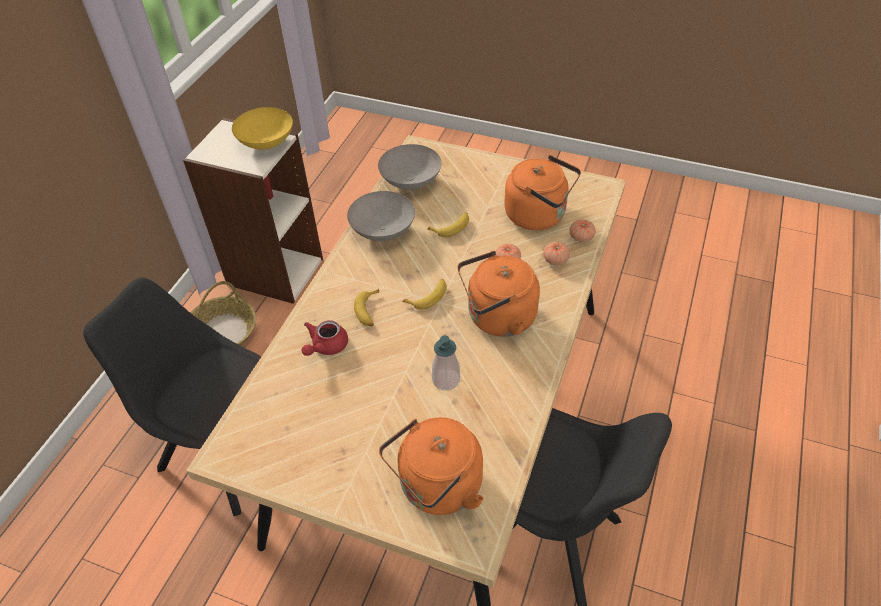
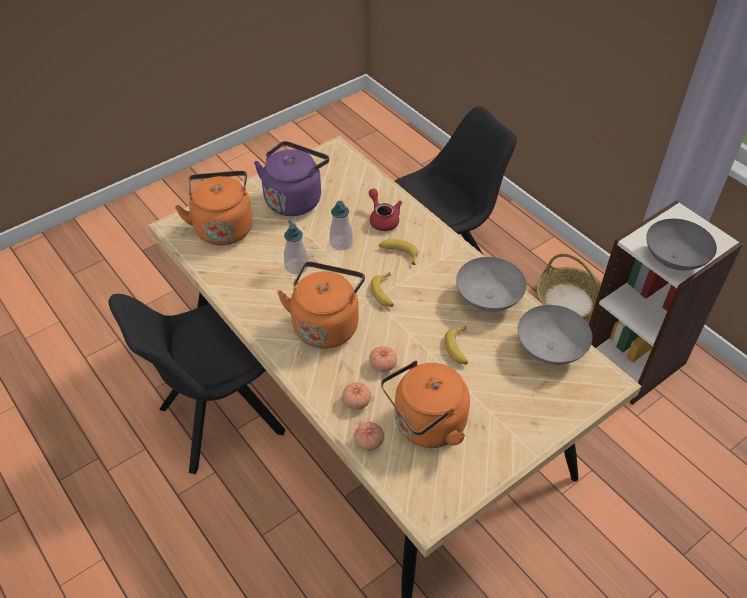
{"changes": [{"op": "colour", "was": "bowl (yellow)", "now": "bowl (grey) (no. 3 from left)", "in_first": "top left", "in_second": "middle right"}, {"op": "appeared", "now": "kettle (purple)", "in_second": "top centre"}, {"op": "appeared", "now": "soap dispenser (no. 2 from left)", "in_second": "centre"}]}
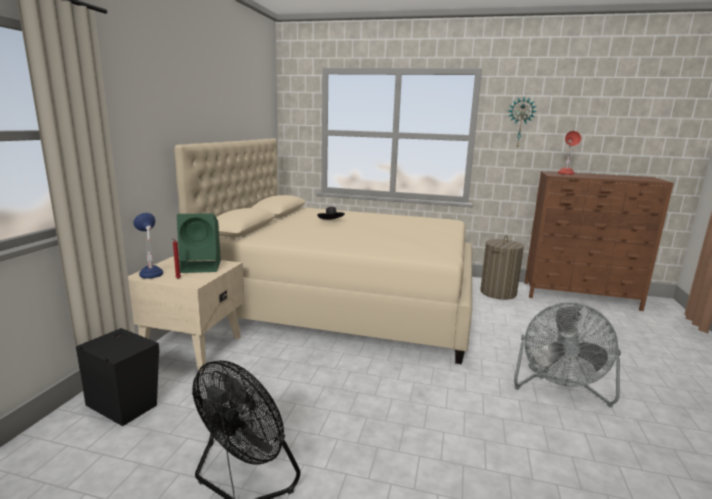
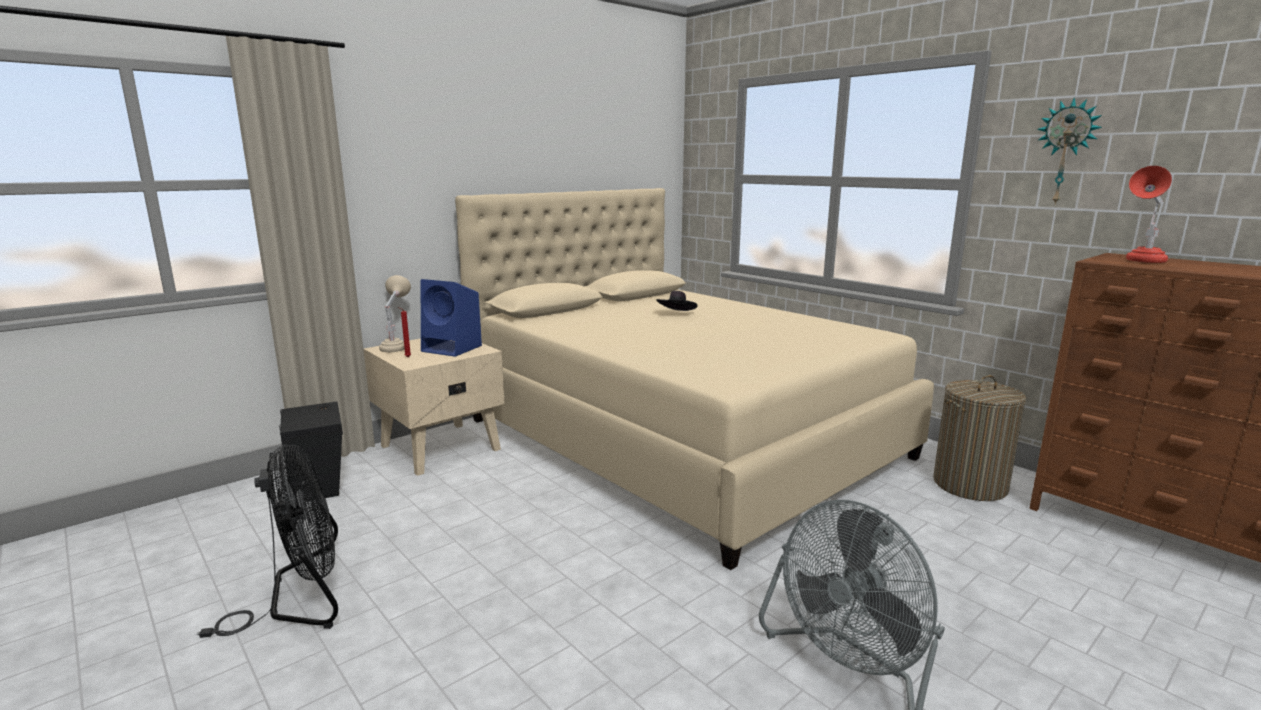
{"changes": [{"op": "colour", "was": "table lamp (blue)", "now": "table lamp (beige)", "in_first": "middle left", "in_second": "middle left"}, {"op": "colour", "was": "speaker (green)", "now": "speaker (blue)", "in_first": "middle left", "in_second": "centre"}]}
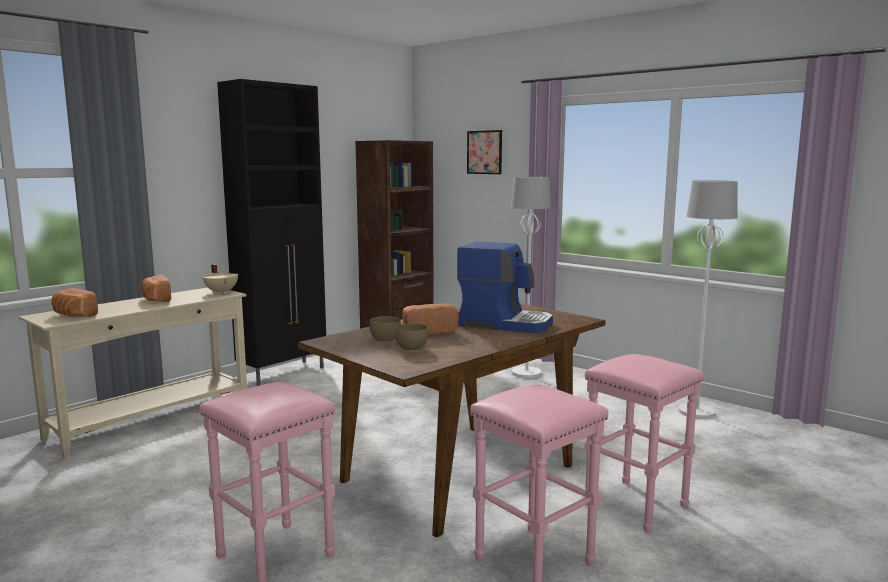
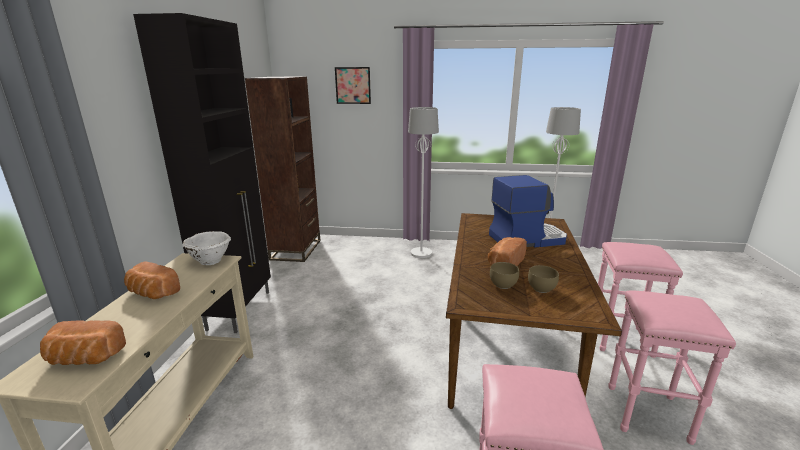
{"changes": [{"op": "exchanged", "was": "cooking pot (beige)", "now": "bowl (white)", "in_first": "middle left", "in_second": "middle left"}]}
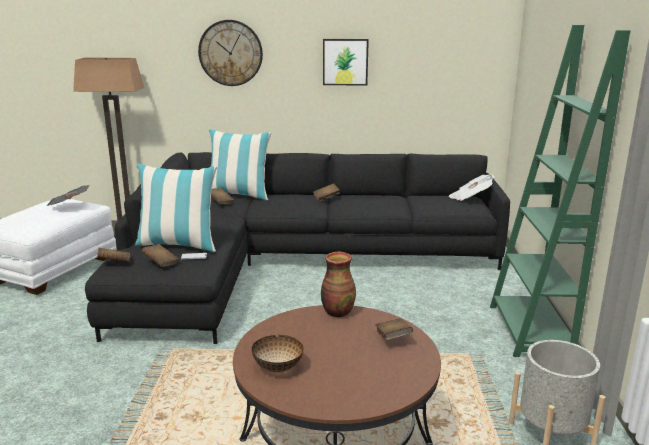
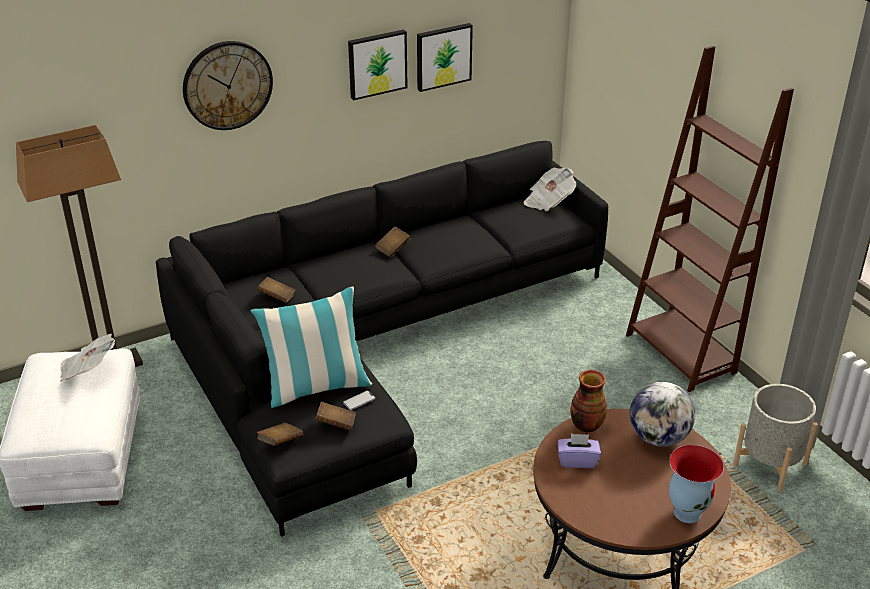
{"changes": [{"op": "colour", "was": "bookcase (green)", "now": "bookcase (brown)", "in_first": "middle right", "in_second": "middle right"}, {"op": "missing", "was": "pillow (no. 2 from left)", "in_first": "centre"}, {"op": "exchanged", "was": "book (brown) (no. 5 from left)", "now": "globe", "in_first": "bottom centre", "in_second": "bottom right"}, {"op": "missing", "was": "bowl", "in_first": "bottom centre"}, {"op": "appeared", "now": "picture (no. 2 from left)", "in_second": "top centre"}, {"op": "appeared", "now": "tissue box (purple)", "in_second": "bottom centre"}, {"op": "appeared", "now": "vase (no. 2 from left)", "in_second": "bottom right"}]}
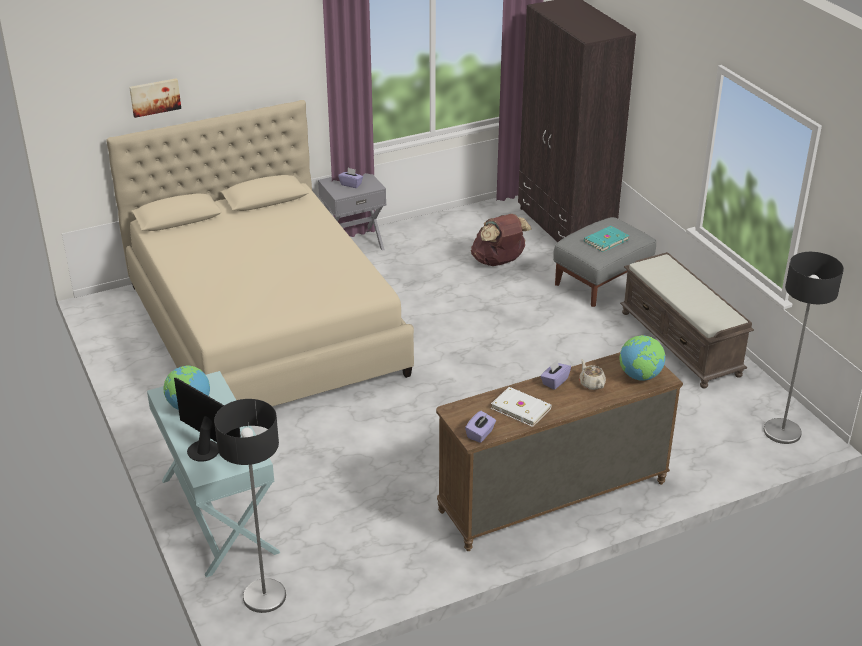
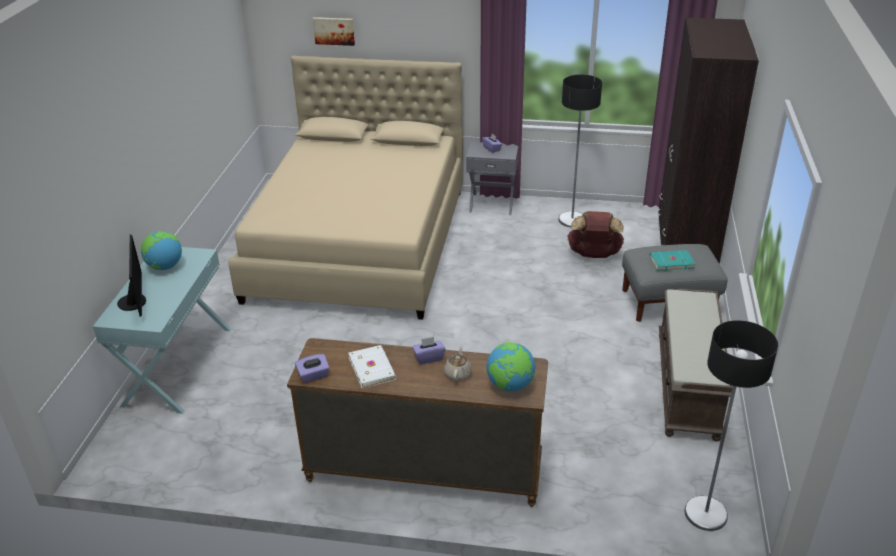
{"changes": [{"op": "relocated", "was": "floor lamp (no. 1 from left)", "in_first": "bottom left", "in_second": "top centre"}]}
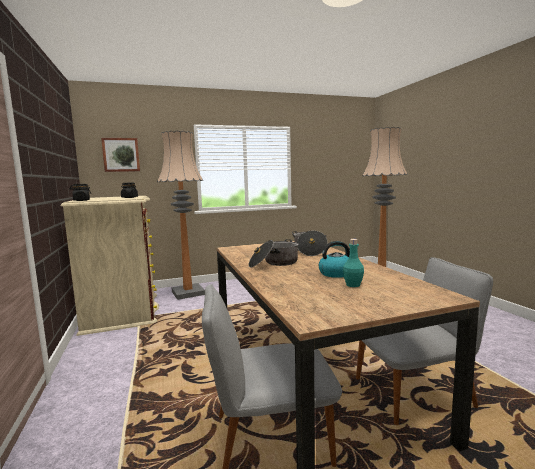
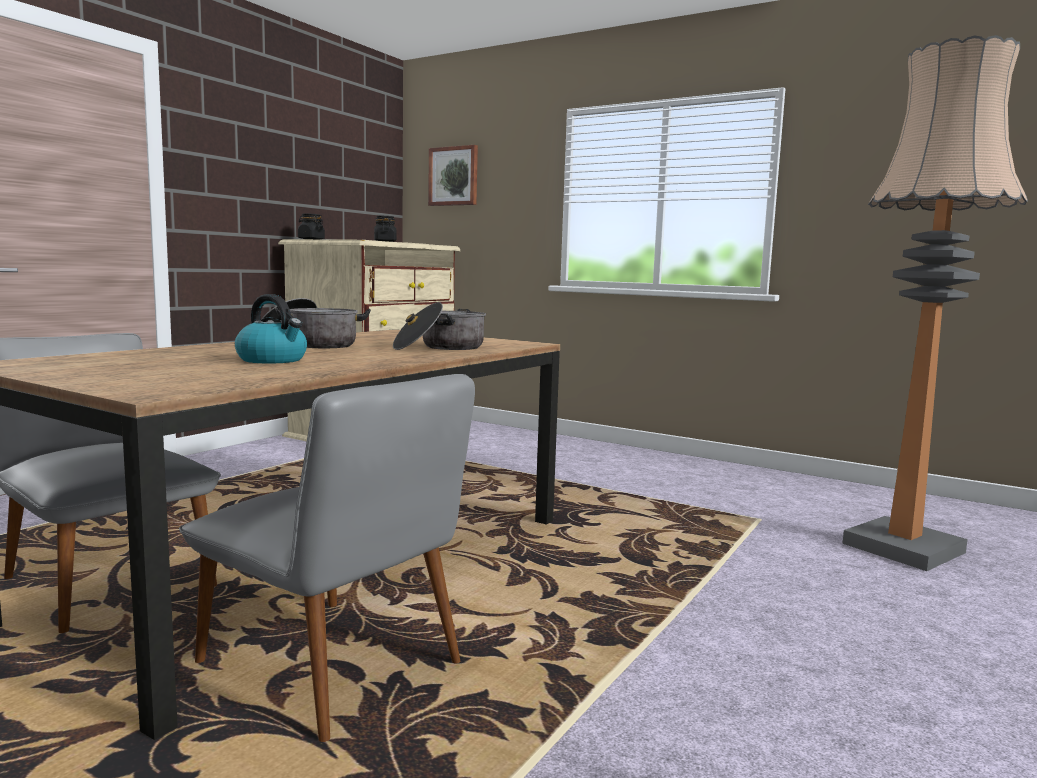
{"changes": [{"op": "missing", "was": "floor lamp (no. 1 from left)", "in_first": "centre"}, {"op": "missing", "was": "bottle (turquoise)", "in_first": "centre"}]}
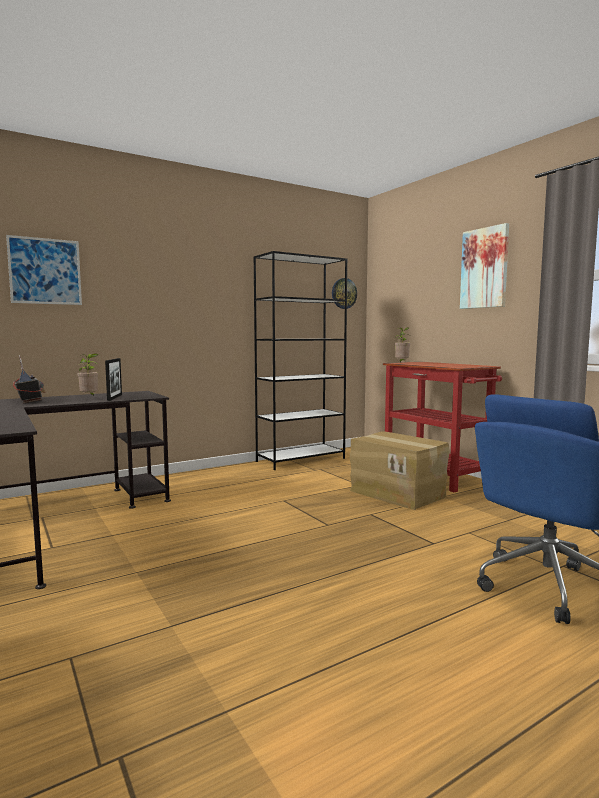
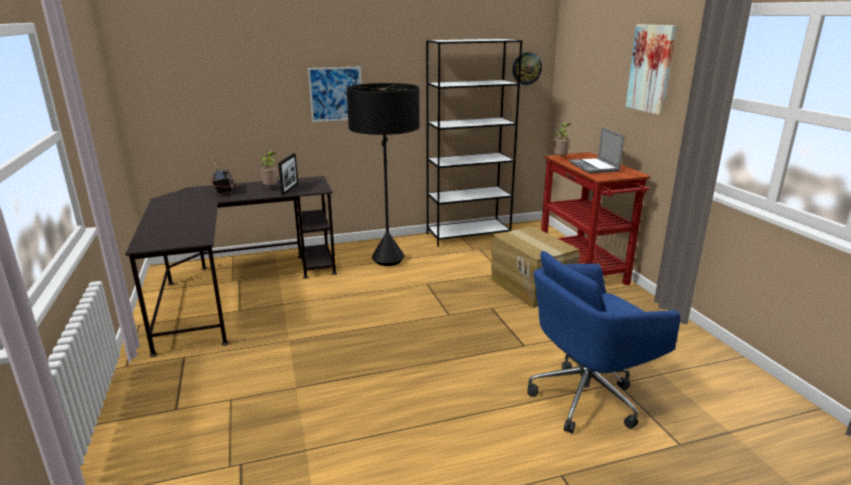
{"changes": [{"op": "relocated", "was": "picture (no. 1 from left)", "in_first": "middle left", "in_second": "top centre"}, {"op": "appeared", "now": "floor lamp (black)", "in_second": "centre"}, {"op": "appeared", "now": "laptop", "in_second": "top right"}]}
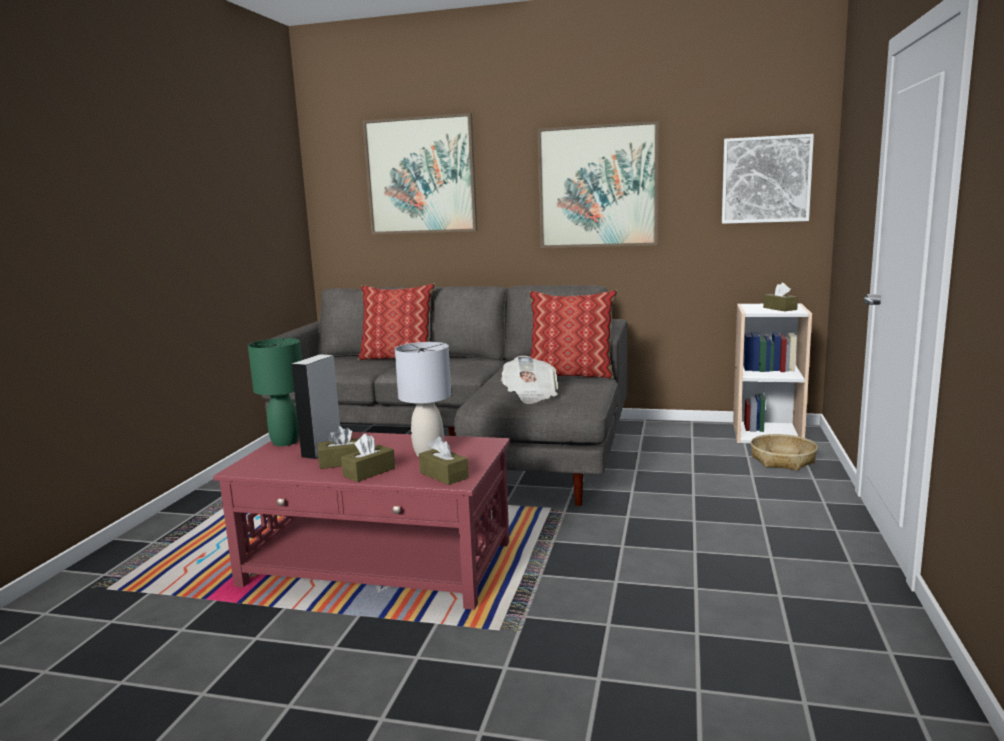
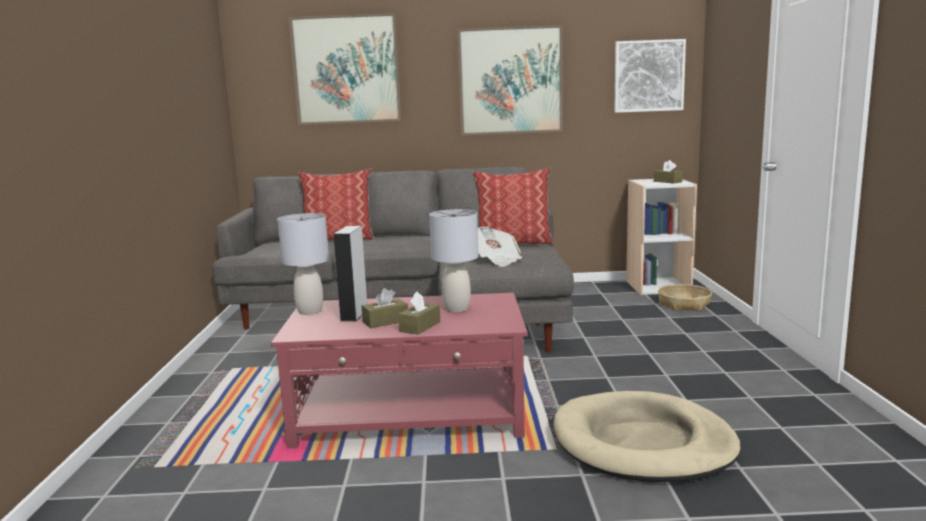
{"changes": [{"op": "colour", "was": "table lamp (green)", "now": "table lamp (grey) (no. 1 from left)", "in_first": "middle left", "in_second": "middle left"}, {"op": "missing", "was": "tissue box (brown) (no. 3 from left)", "in_first": "centre"}, {"op": "appeared", "now": "dog bed (beige)", "in_second": "bottom right"}]}
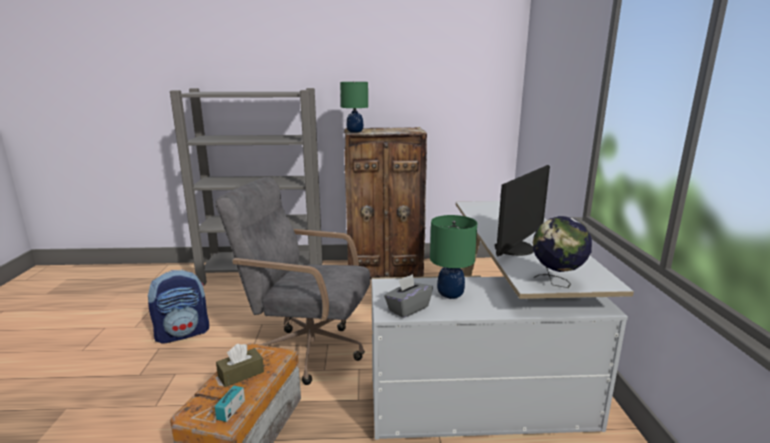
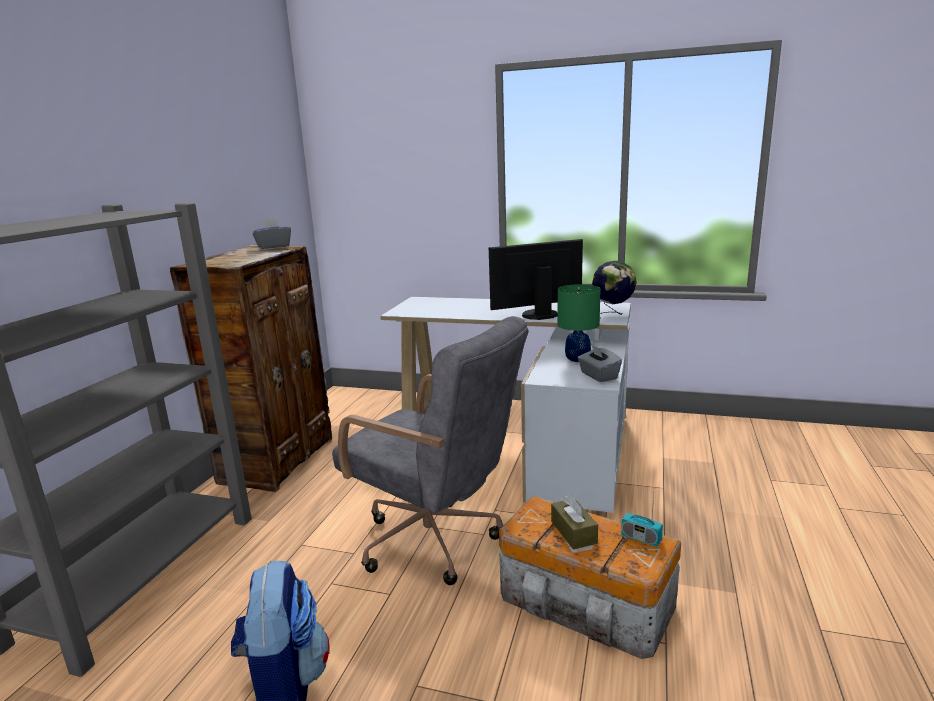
{"changes": [{"op": "missing", "was": "table lamp (green) (no. 1 from left)", "in_first": "top centre"}, {"op": "spun", "was": "monitor", "in_first": "middle right", "in_second": "centre", "clockwise": -75}, {"op": "spun", "was": "office chair (grey)", "in_first": "centre", "in_second": "centre", "clockwise": -90}, {"op": "appeared", "now": "tissue box (grey) (no. 1 from left)", "in_second": "top left"}]}
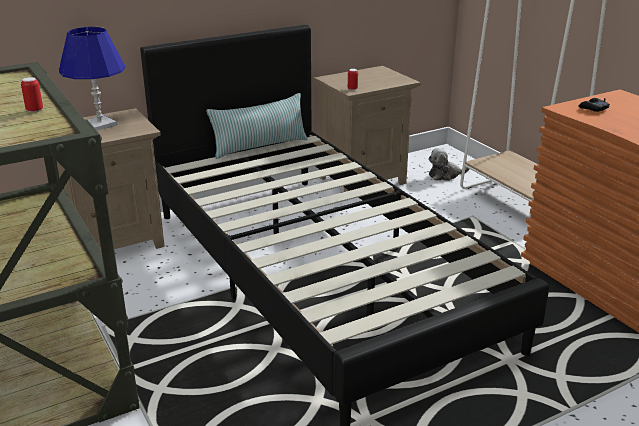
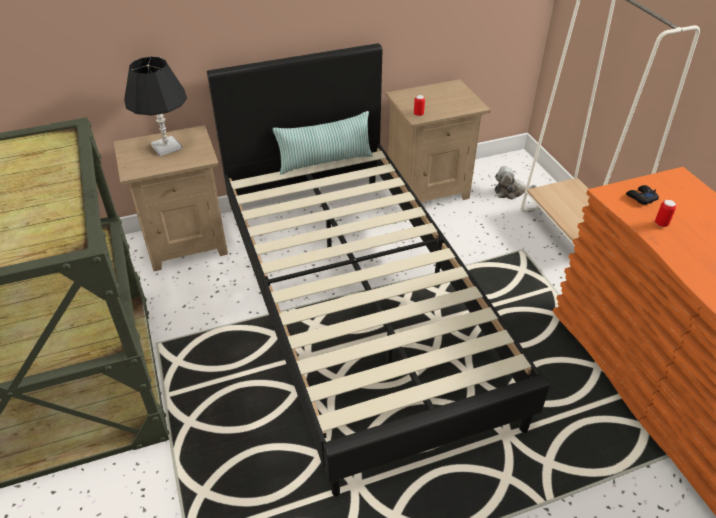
{"changes": [{"op": "colour", "was": "table lamp (blue)", "now": "table lamp (black)", "in_first": "top left", "in_second": "top left"}, {"op": "relocated", "was": "can (no. 1 from left in the first image)", "now": "can (no. 2 from left)", "in_first": "top left", "in_second": "middle right"}]}
